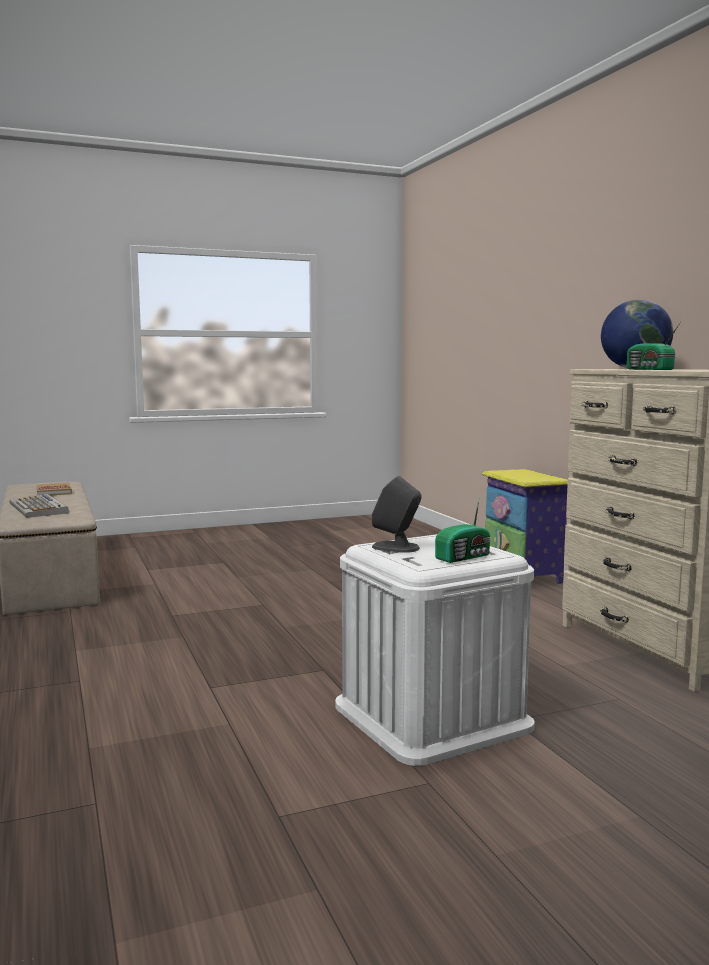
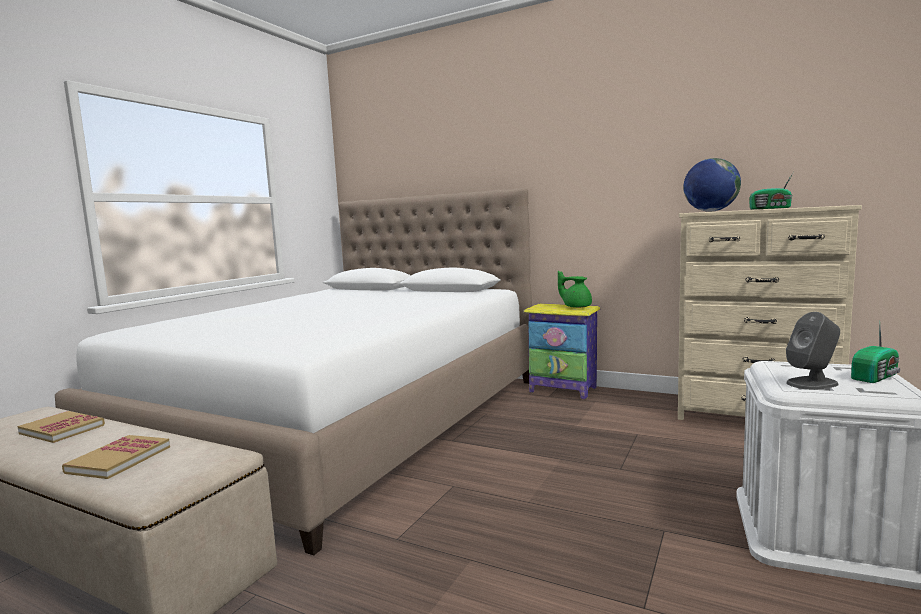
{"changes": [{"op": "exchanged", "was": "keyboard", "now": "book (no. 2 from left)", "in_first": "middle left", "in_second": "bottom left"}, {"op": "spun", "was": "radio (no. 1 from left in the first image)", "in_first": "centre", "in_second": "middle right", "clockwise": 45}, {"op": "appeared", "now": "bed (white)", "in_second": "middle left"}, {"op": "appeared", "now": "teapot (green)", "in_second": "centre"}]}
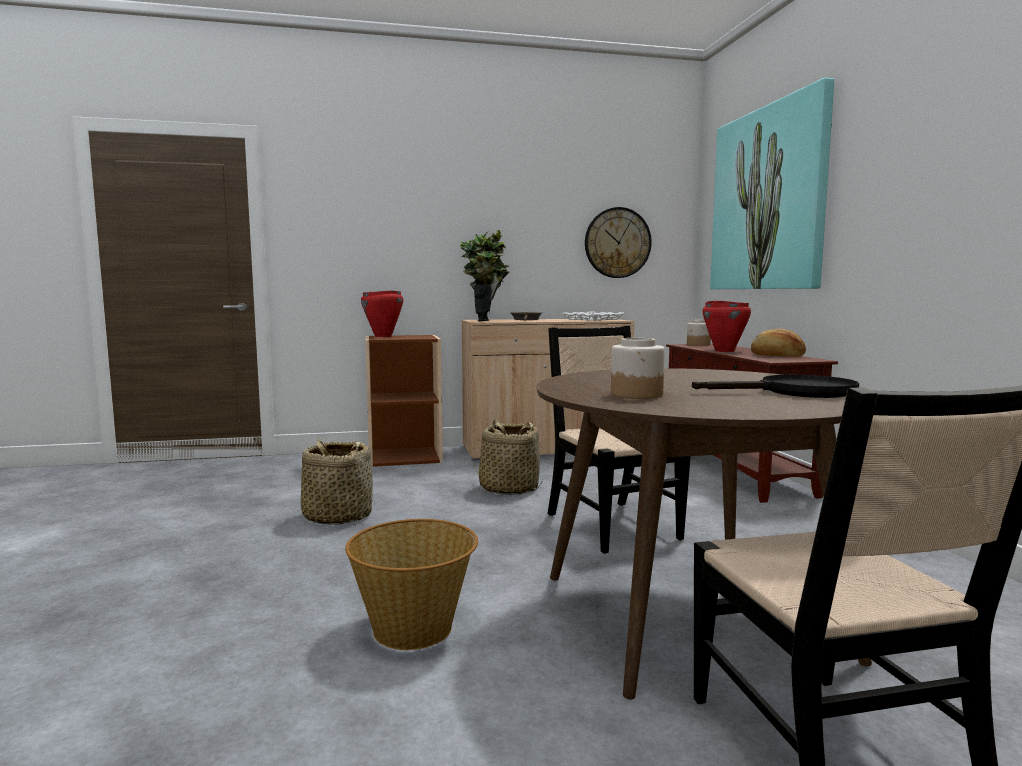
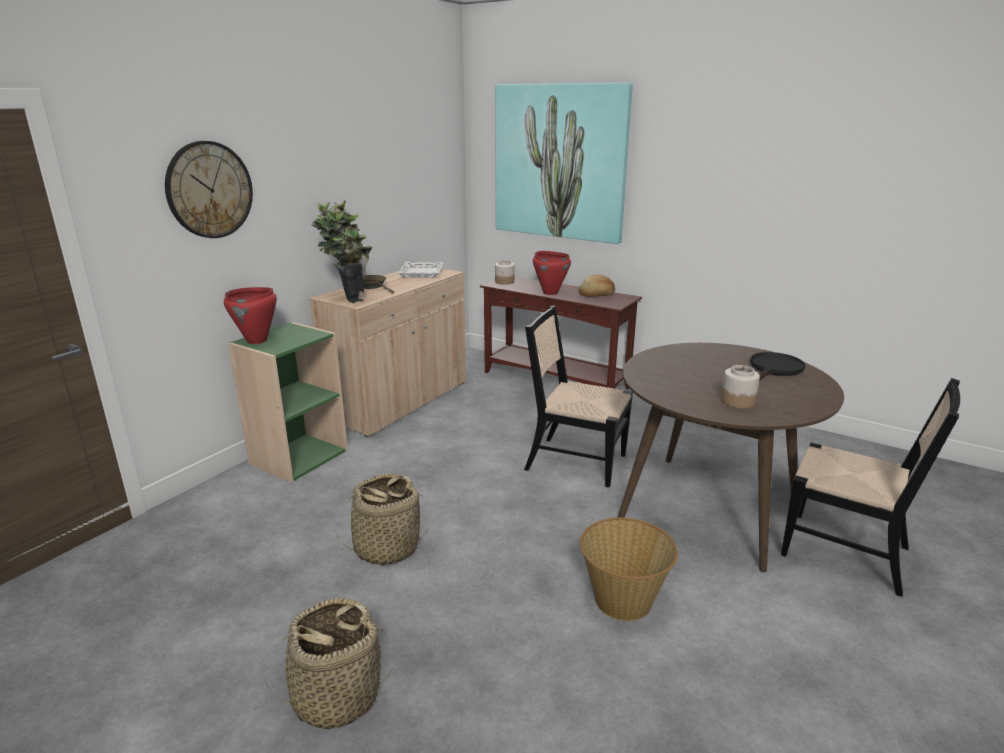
{"changes": [{"op": "relocated", "was": "wall clock", "in_first": "top centre", "in_second": "top left"}, {"op": "colour", "was": "bookcase (brown)", "now": "bookcase (green)", "in_first": "centre", "in_second": "middle left"}, {"op": "relocated", "was": "basket (no. 3 from left in the first image)", "now": "basket (no. 1 from left)", "in_first": "centre", "in_second": "bottom left"}]}
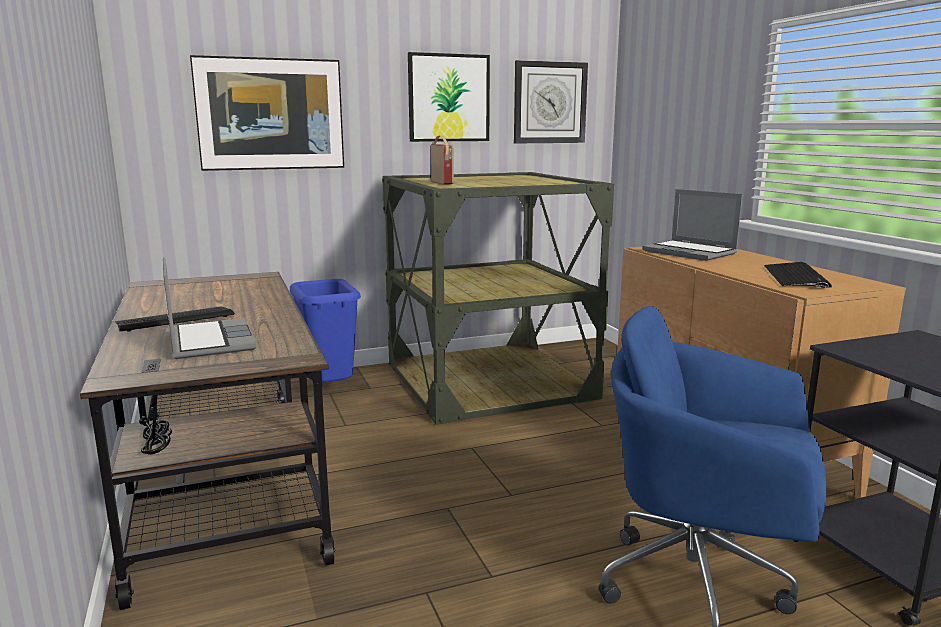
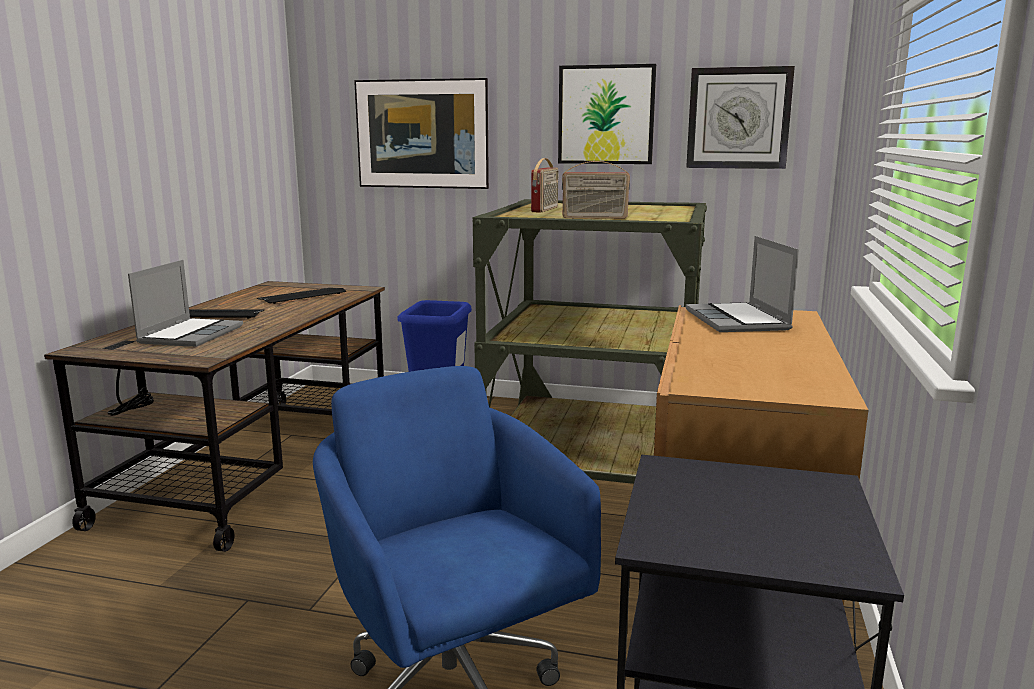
{"changes": [{"op": "relocated", "was": "keyboard (no. 2 from left)", "in_first": "middle right", "in_second": "middle left"}, {"op": "appeared", "now": "radio (no. 2 from left)", "in_second": "top centre"}]}
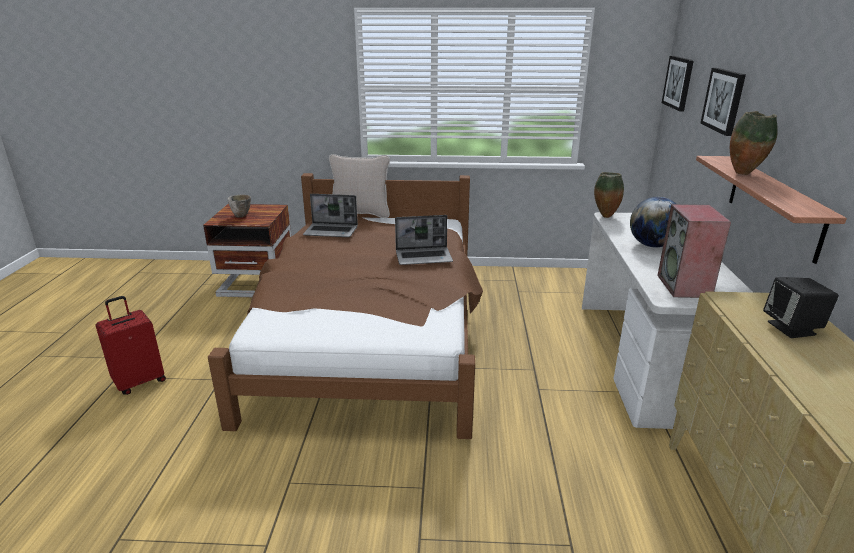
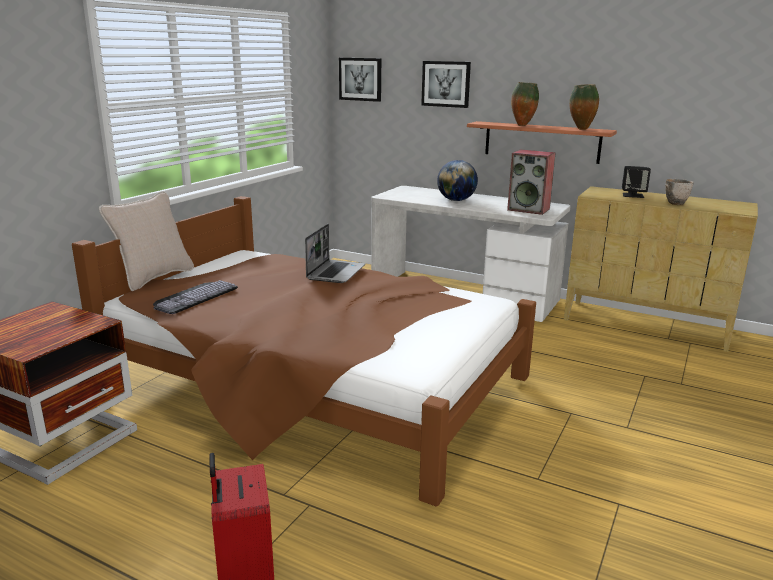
{"changes": [{"op": "relocated", "was": "vase (no. 1 from left in the first image)", "now": "vase (no. 2 from left)", "in_first": "middle right", "in_second": "top right"}, {"op": "relocated", "was": "bowl", "in_first": "middle left", "in_second": "top right"}, {"op": "exchanged", "was": "laptop (no. 1 from left)", "now": "keyboard", "in_first": "centre", "in_second": "middle left"}]}
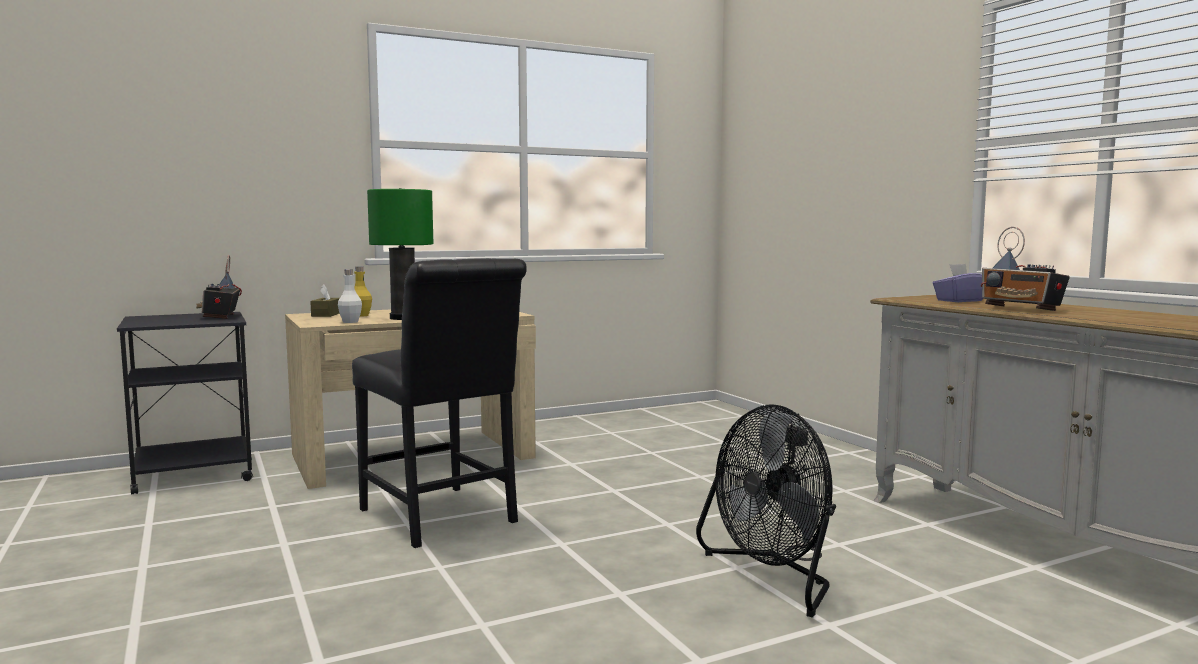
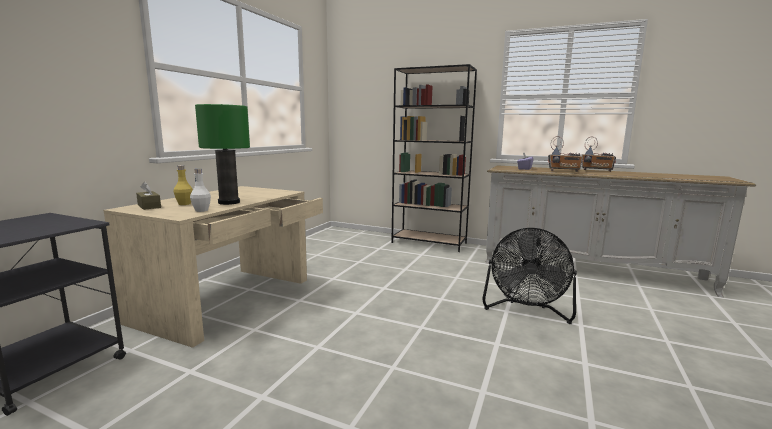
{"changes": [{"op": "relocated", "was": "radio (no. 1 from left in the first image)", "now": "radio (no. 2 from left)", "in_first": "middle left", "in_second": "middle right"}, {"op": "missing", "was": "chair (black)", "in_first": "centre"}, {"op": "appeared", "now": "bookcase (beige)", "in_second": "centre"}]}
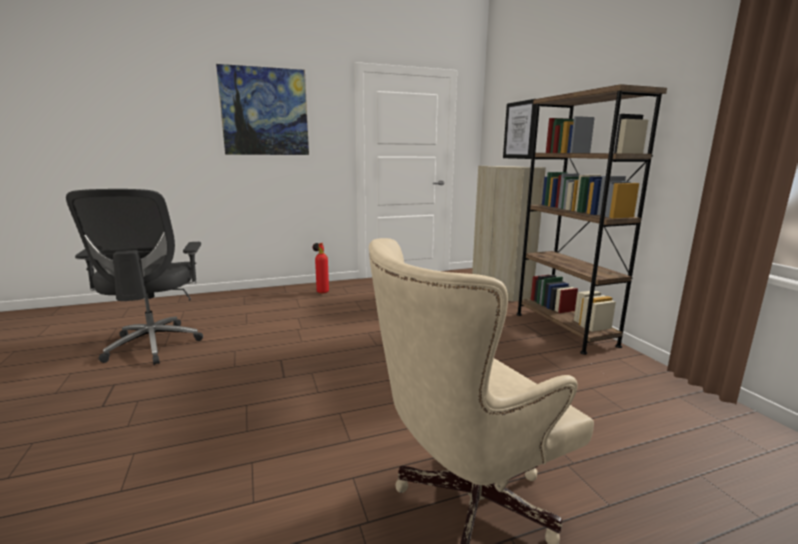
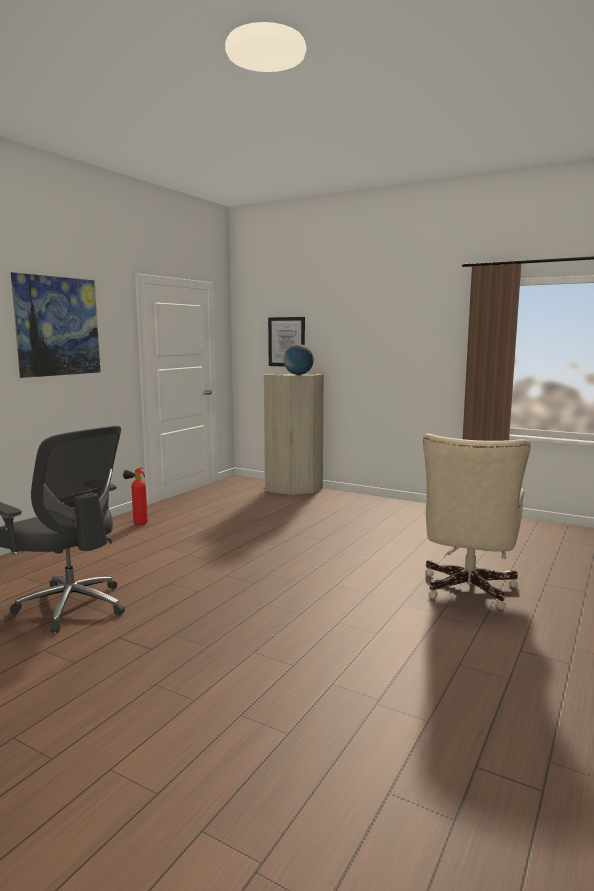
{"changes": [{"op": "missing", "was": "bookcase (brown)", "in_first": "middle right"}, {"op": "appeared", "now": "globe", "in_second": "centre"}]}
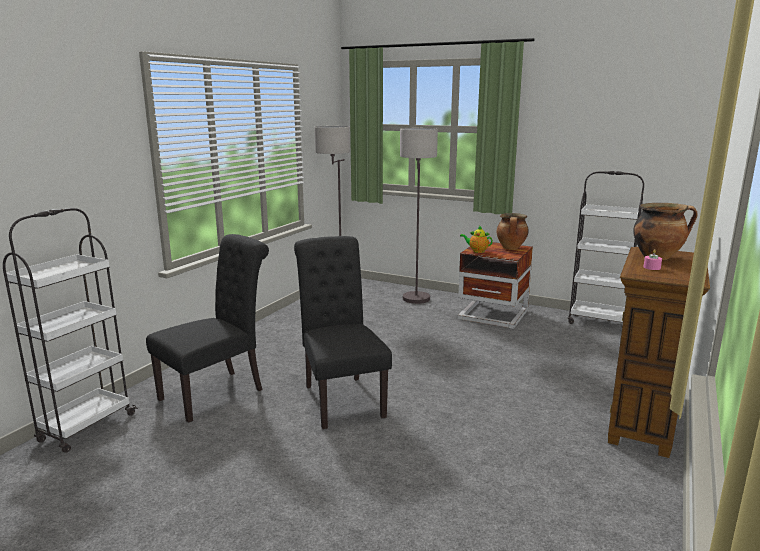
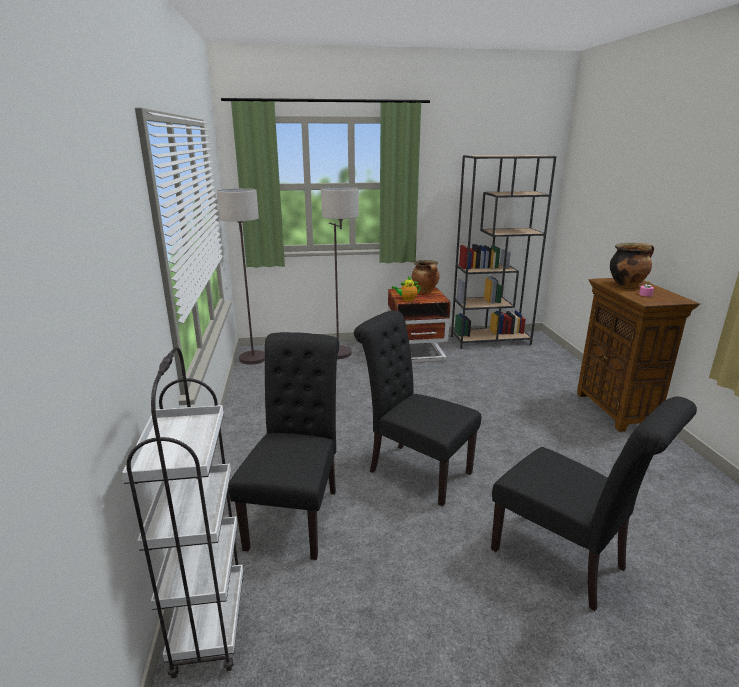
{"changes": [{"op": "exchanged", "was": "cart (white) (no. 2 from left)", "now": "bookcase", "in_first": "middle right", "in_second": "middle right"}, {"op": "appeared", "now": "chair (black) (no. 3 from left)", "in_second": "bottom right"}]}
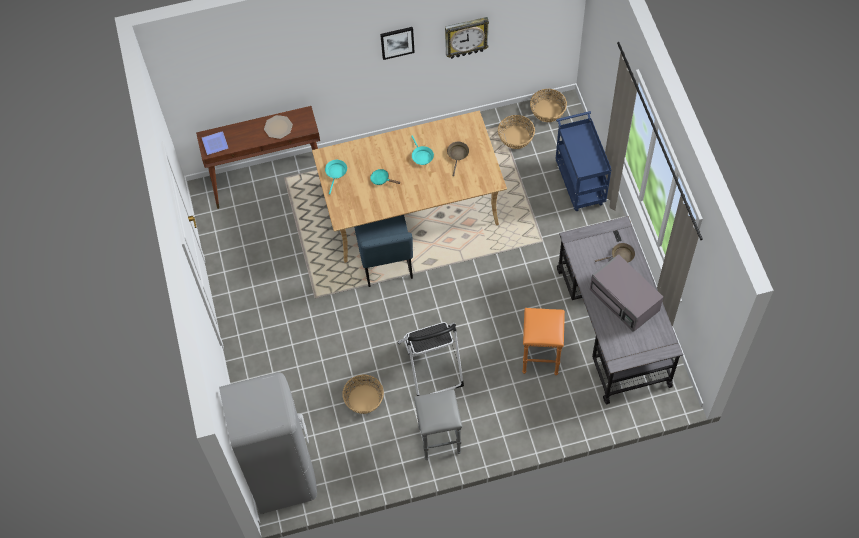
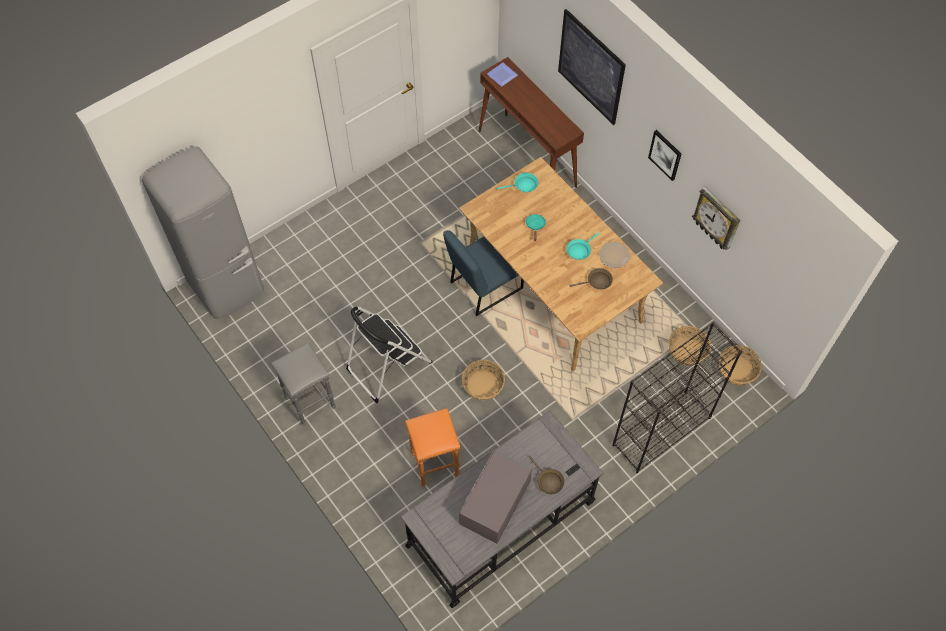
{"changes": [{"op": "exchanged", "was": "cart (blue)", "now": "bookcase (black)", "in_first": "top right", "in_second": "middle right"}, {"op": "relocated", "was": "plate (no. 2 from left)", "in_first": "top left", "in_second": "centre"}, {"op": "relocated", "was": "basket (no. 1 from left)", "in_first": "bottom centre", "in_second": "centre"}, {"op": "appeared", "now": "picture (no. 1 from left)", "in_second": "top centre"}]}
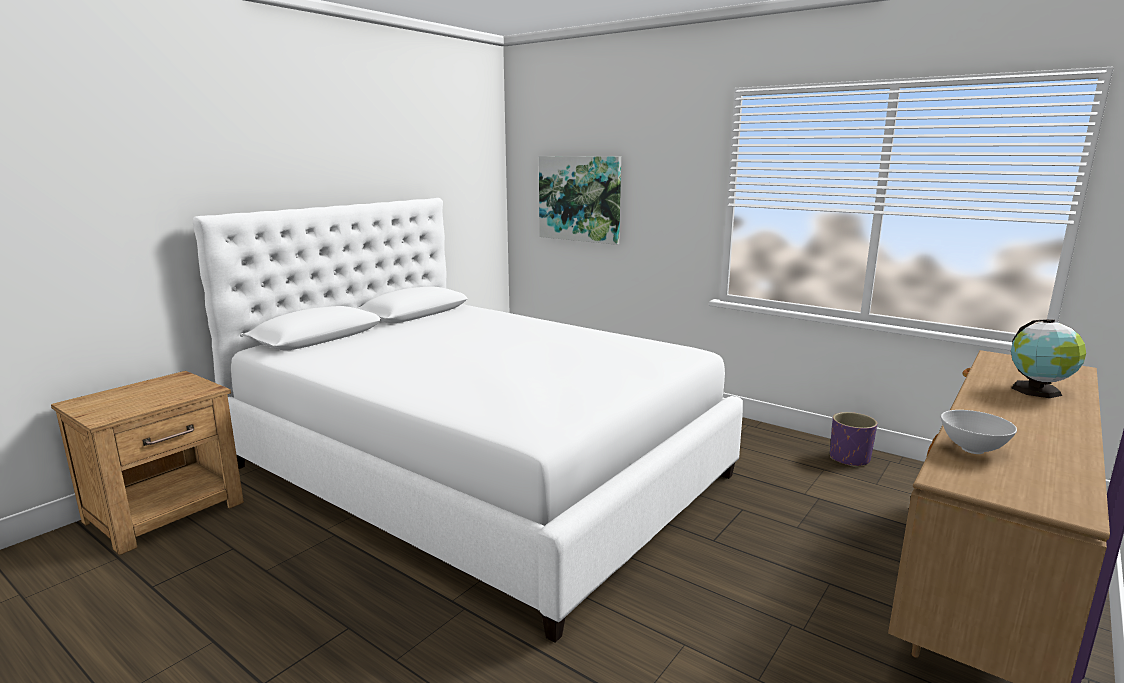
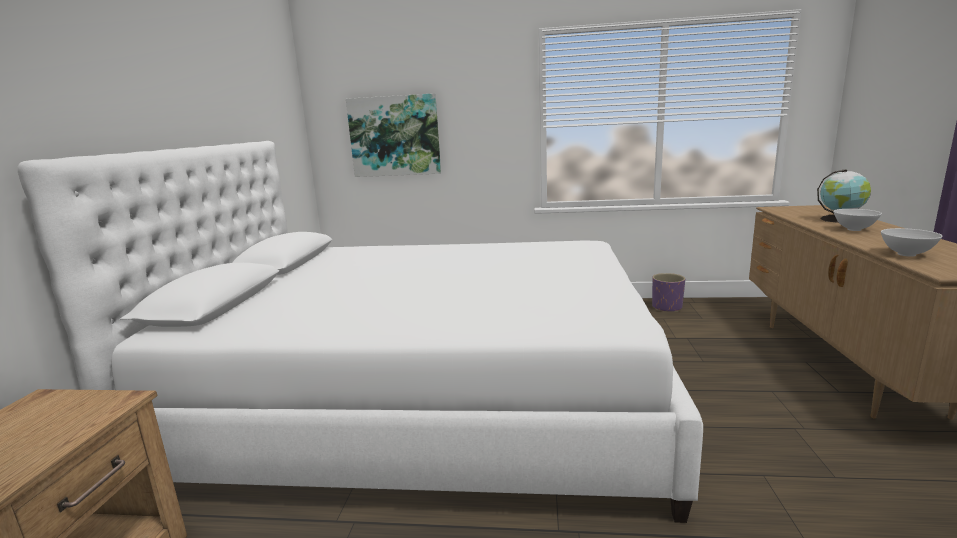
{"changes": [{"op": "appeared", "now": "bowl (white) (no. 1 from left)", "in_second": "middle right"}]}
